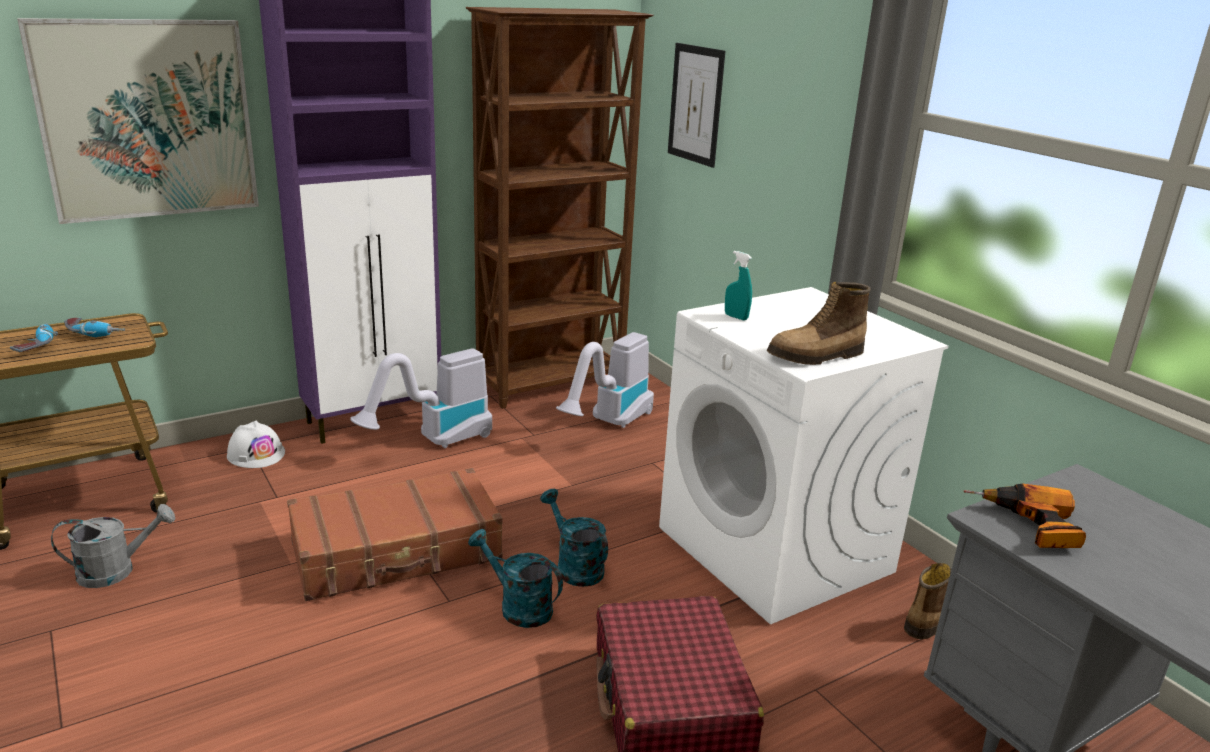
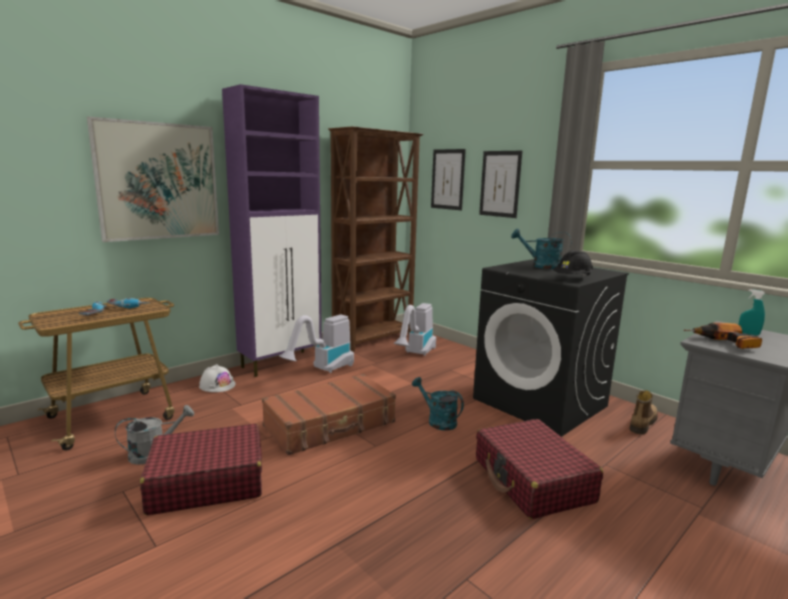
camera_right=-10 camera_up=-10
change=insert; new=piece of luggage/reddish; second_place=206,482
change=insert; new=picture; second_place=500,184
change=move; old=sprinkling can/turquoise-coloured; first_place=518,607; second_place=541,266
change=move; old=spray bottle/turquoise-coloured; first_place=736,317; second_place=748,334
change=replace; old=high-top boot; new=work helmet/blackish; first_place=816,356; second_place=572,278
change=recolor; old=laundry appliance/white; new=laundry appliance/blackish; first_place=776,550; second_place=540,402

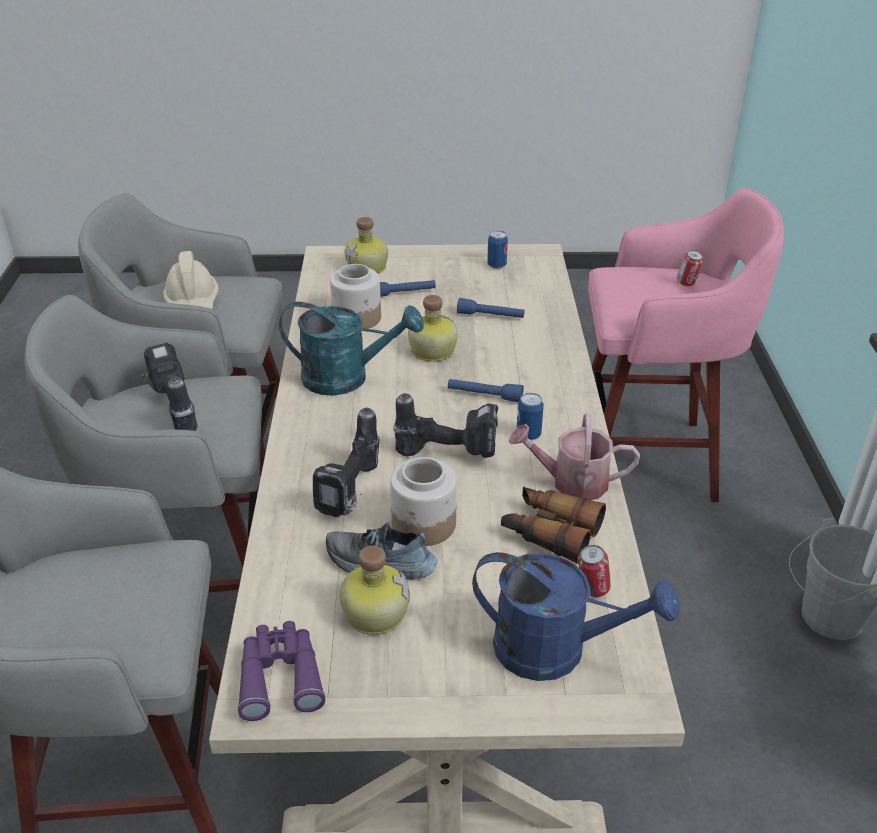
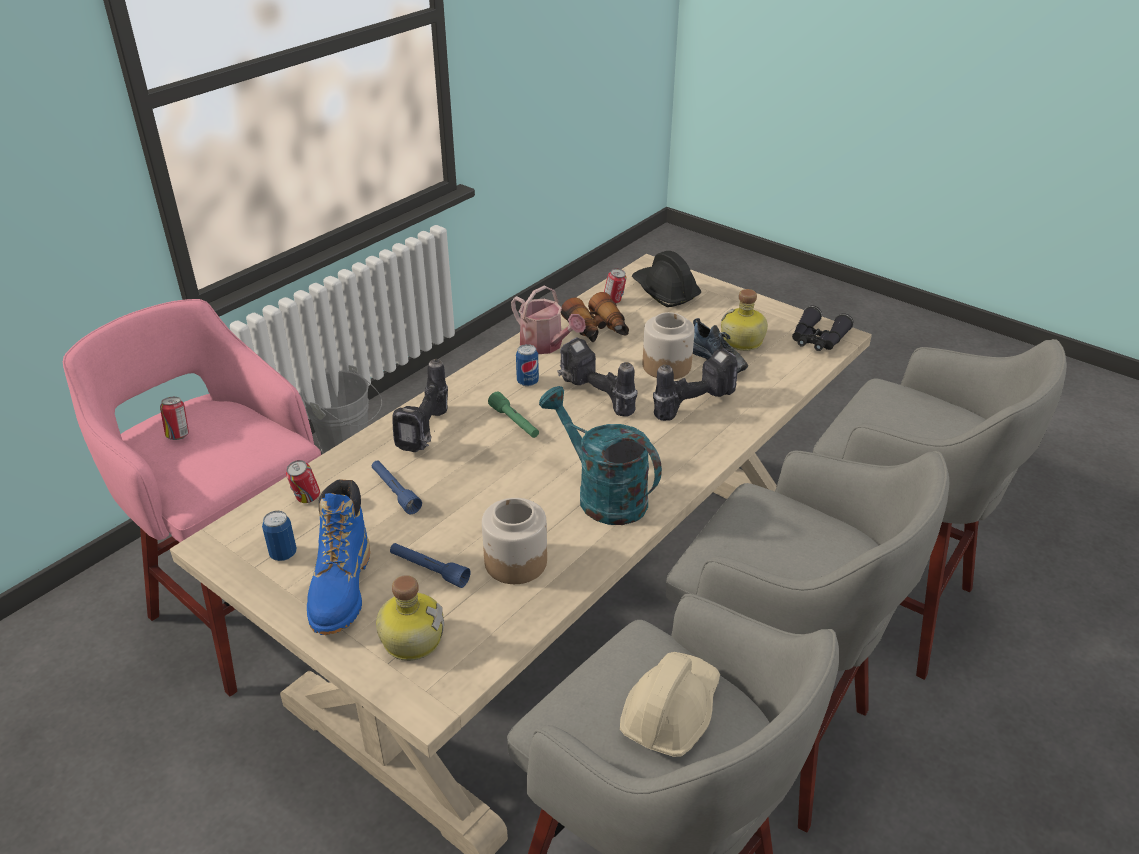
camera_right=-140 camera_up=0
change=delete; old=beverage bottle; first_place=431,351
change=insert; new=metal can; second_place=306,499
change=insert; new=high-top boot/blue; second_place=341,589
change=move; old=drill; first_place=172,409; second_place=428,433
change=replace; old=sprinkling can/blue; new=work helmet/blackish; first_place=556,650; second_place=664,292
change=recolor; old=pair of binoculars/purple; new=pair of binoculars/blackish; first_place=280,675; second_place=818,339
change=recolor; old=hand torch/blue; new=hand torch/green; first_place=484,396; second_place=514,422

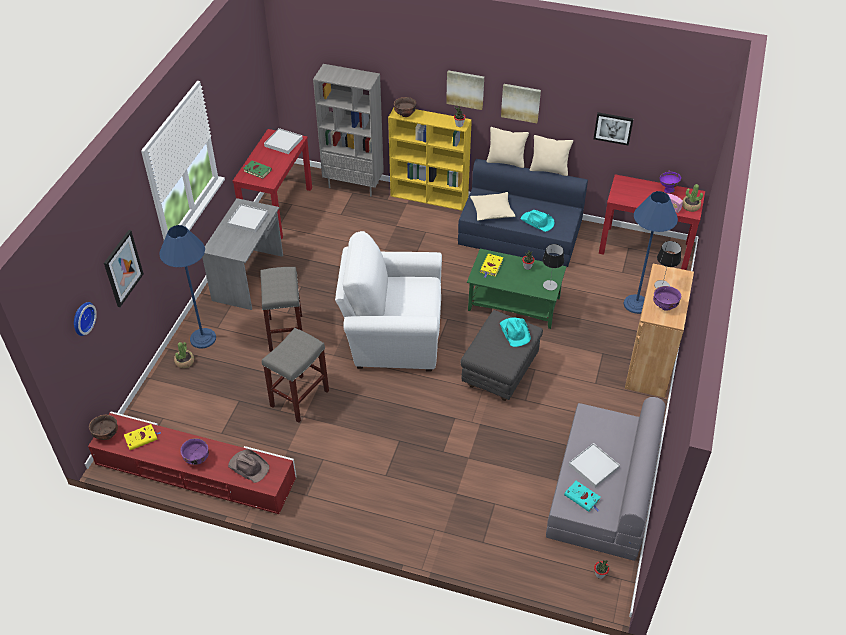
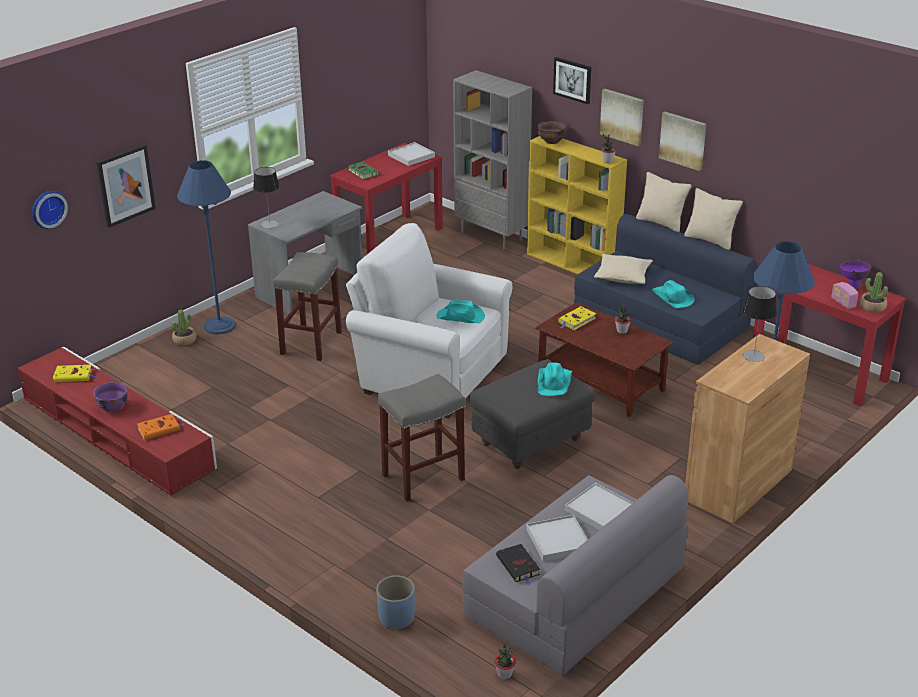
camera_right=25 camera_up=-15
change=delete; old=bowl/brown; first_place=106,434
change=delete; old=bowl/purple; first_place=664,306
change=insert; new=flower pot/blue; second_place=396,618
change=insert; new=hat/turquoise-coloured; second_place=461,317
change=move; old=carrying tray/white; first_place=248,219; second_place=599,509
change=move; old=sitting stool/greyish; first_place=299,399; second_place=422,478
change=move; old=table lamp; first_place=550,285; second_place=269,224
change=move; old=picture; first_place=613,128; second_place=572,80
change=replace; old=hat/brown; new=bound book/orangey; first_place=248,466; second_place=160,429
change=recolor; old=lounge table/green; new=lounge table/brown; first_place=515,304; second_place=601,383
change=recolor; old=bound book/turquoise-coloured; new=bound book/blackish; first_place=583,498; second_place=519,566

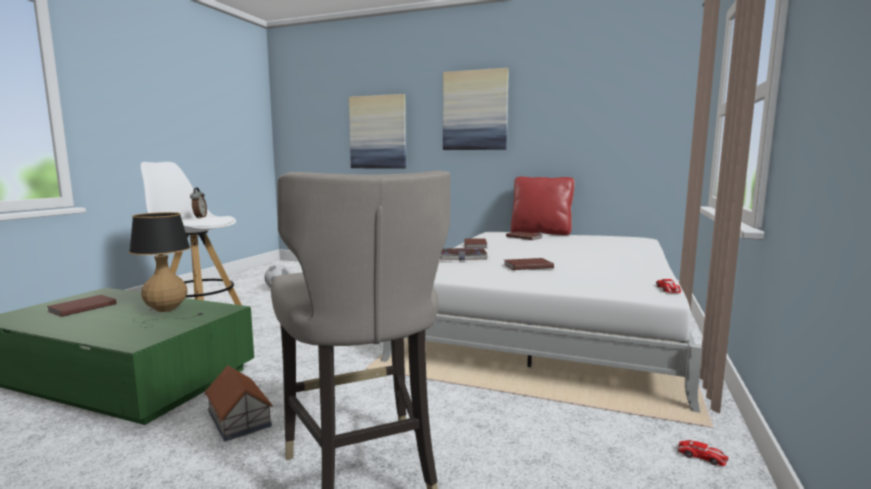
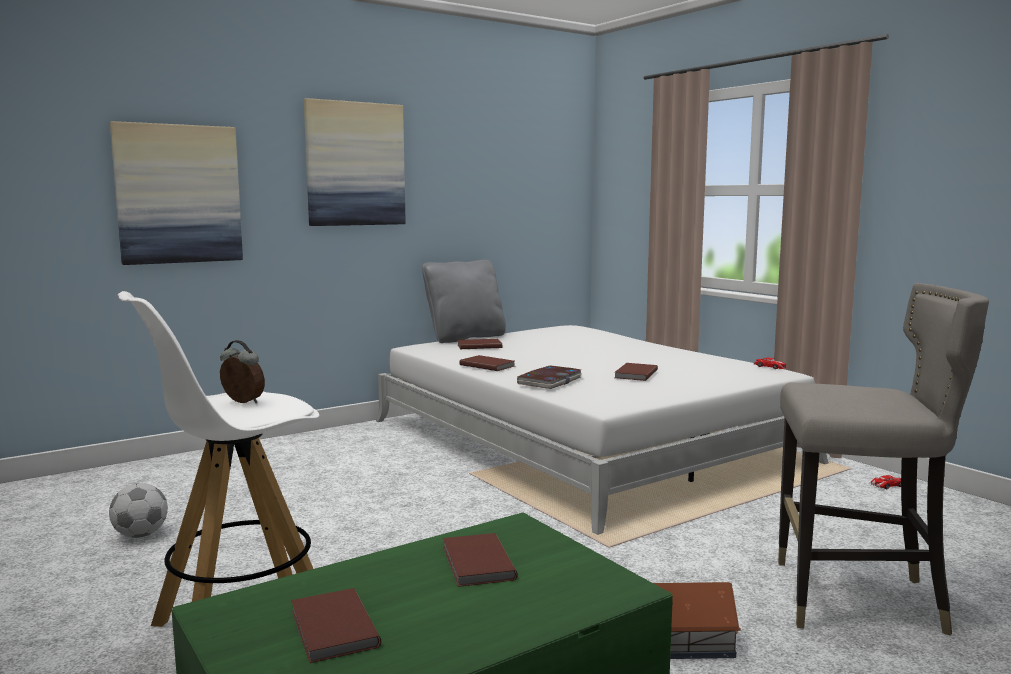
camera_right=-55 camera_up=0
change=replace; old=table lamp; new=bound book/brown; first_place=165,312; second_place=476,563
change=recolor; old=pillow/reddish; new=pillow/greyish; first_place=540,233; second_place=465,338

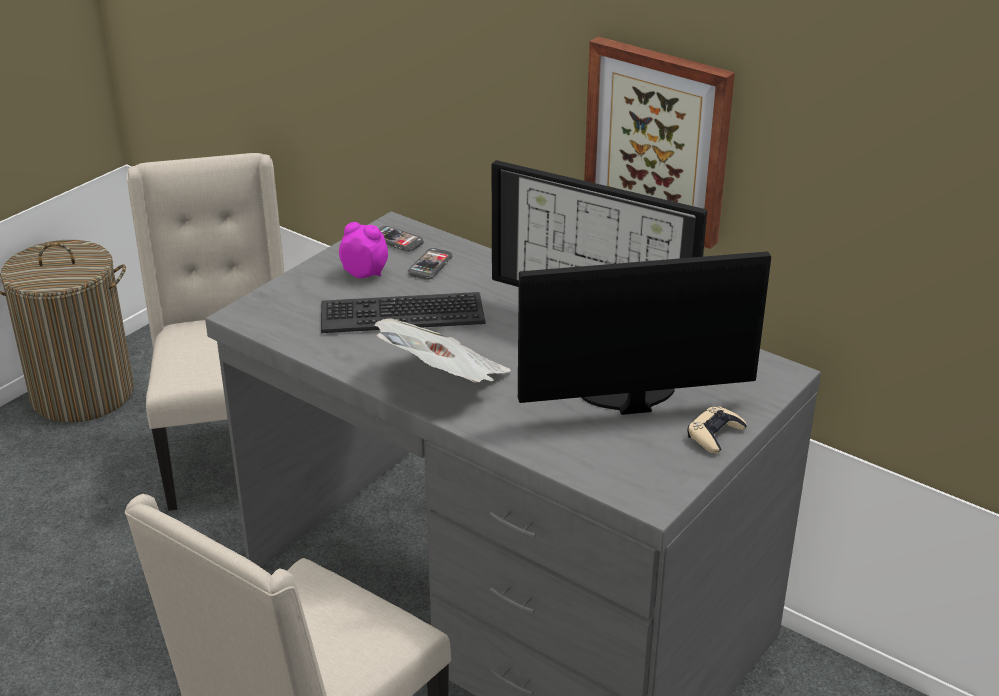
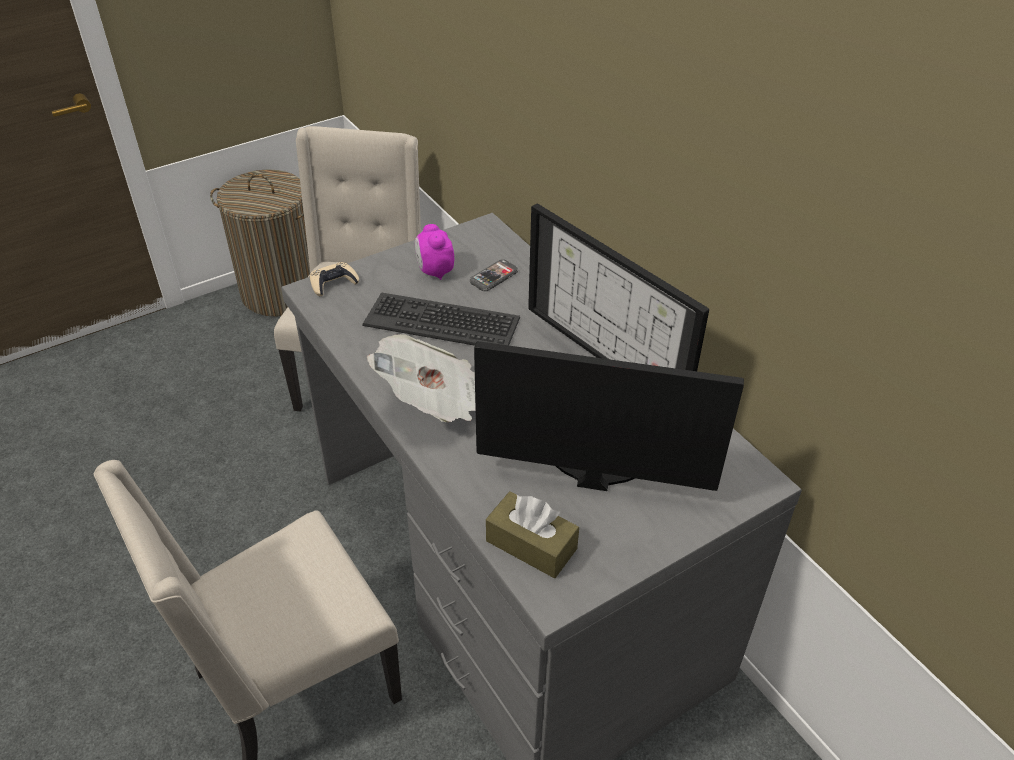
camera_right=20 camera_up=10
change=delete; old=handset; first_place=397,240
change=delete; old=picture; first_place=658,140
change=insert; new=box of tissues/brown; second_place=531,545
change=move; old=gamepad/sand-coloured; first_place=715,435; second_place=333,283
change=rotate; old=alarm clock; first_place=365,273; second_place=435,271; degrees=-150

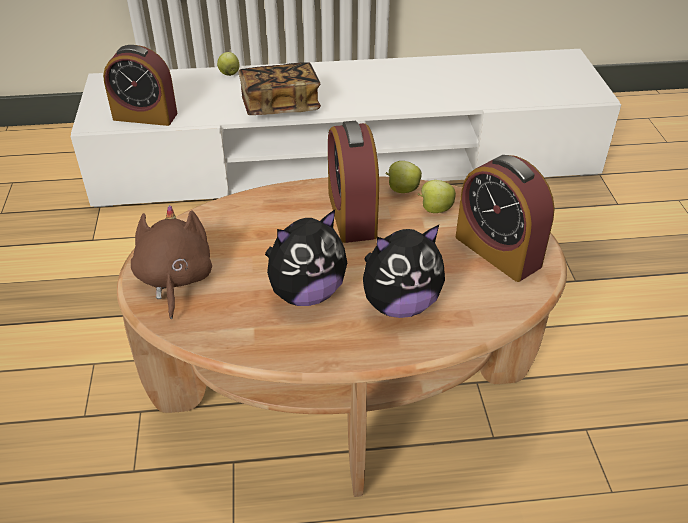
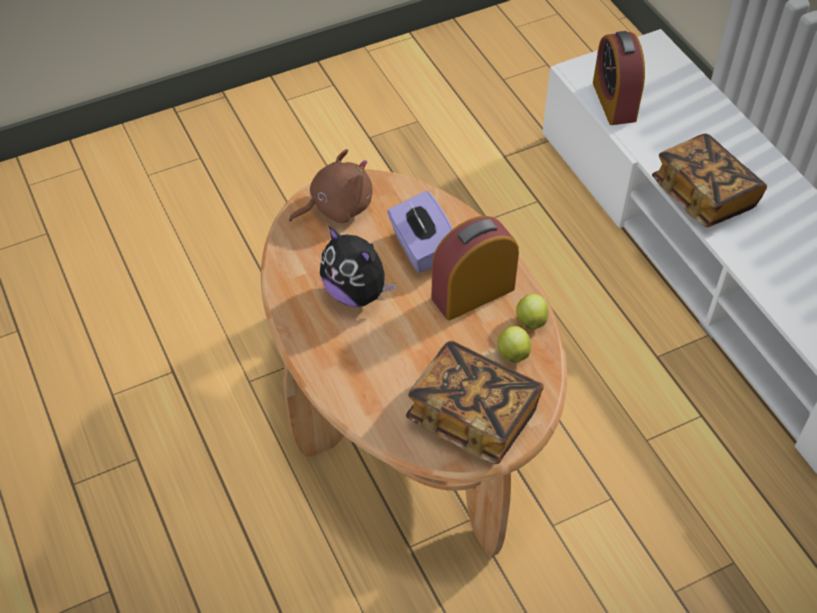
camera_right=70 camera_up=10
change=delete; old=apple; first_place=229,74
change=delete; old=soft toy; first_place=400,304
change=insert; new=box of tissues/purple; second_place=421,248
change=replace; old=alarm clock; new=bound book; first_place=497,251; second_place=473,416

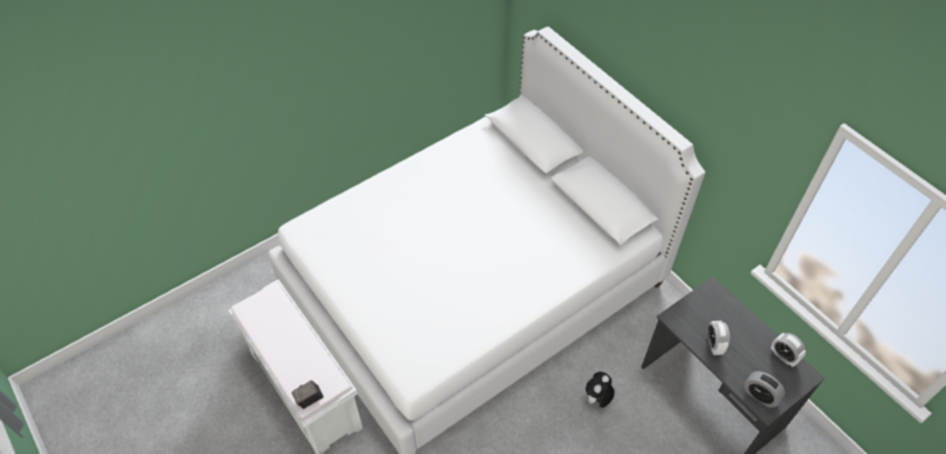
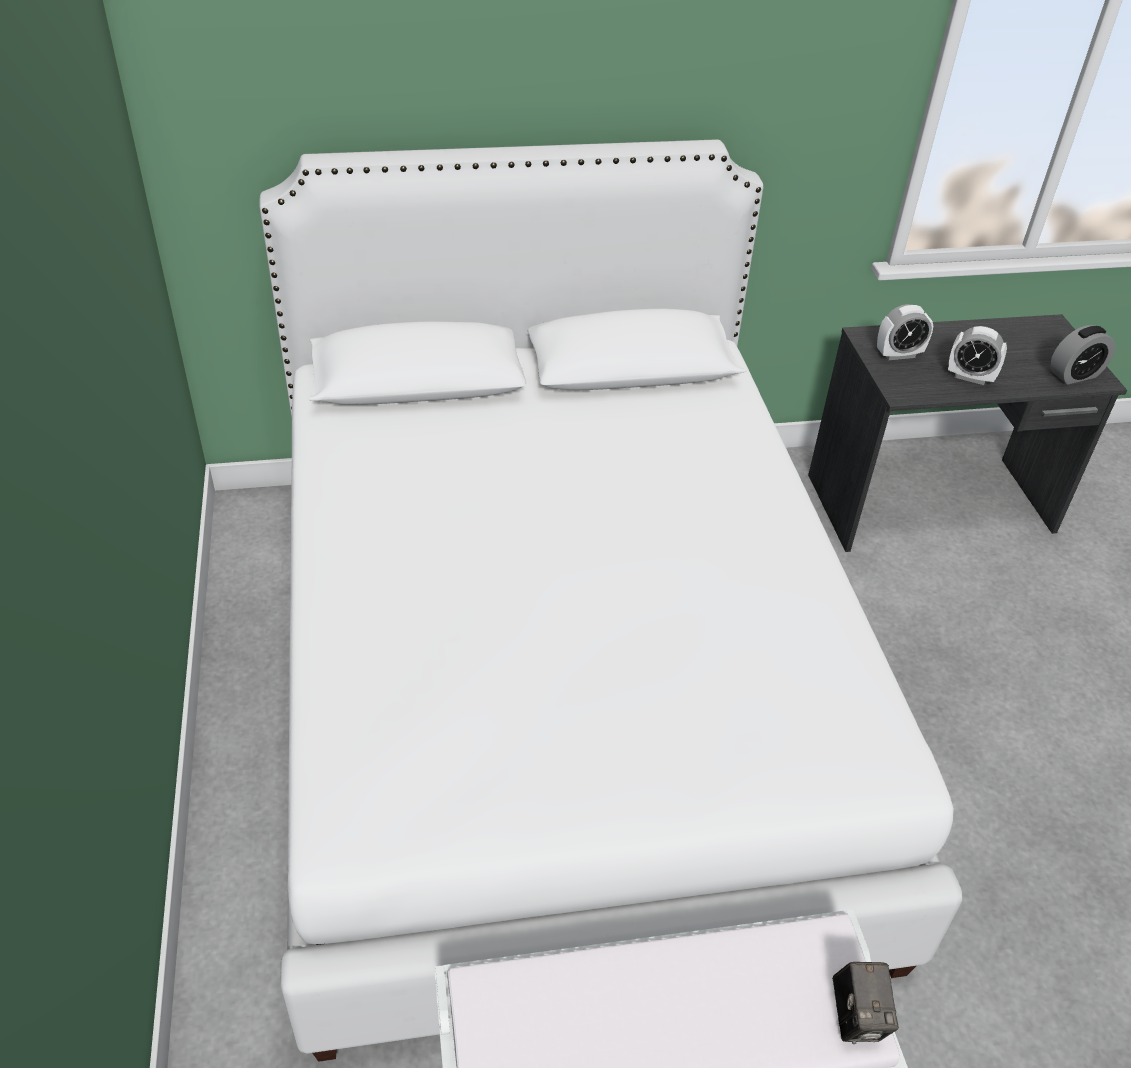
camera_right=-65 camera_up=-10
change=delete; old=soft toy; first_place=597,399
change=move; old=alarm clock; first_place=783,356; second_place=898,355

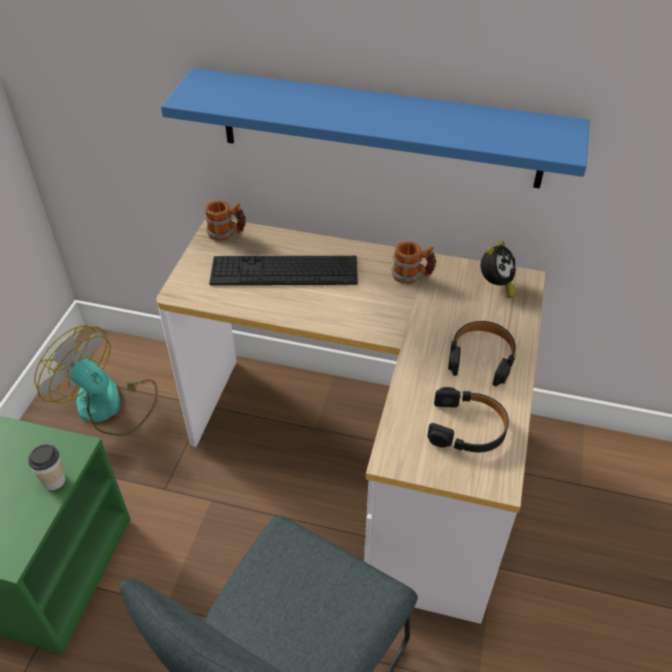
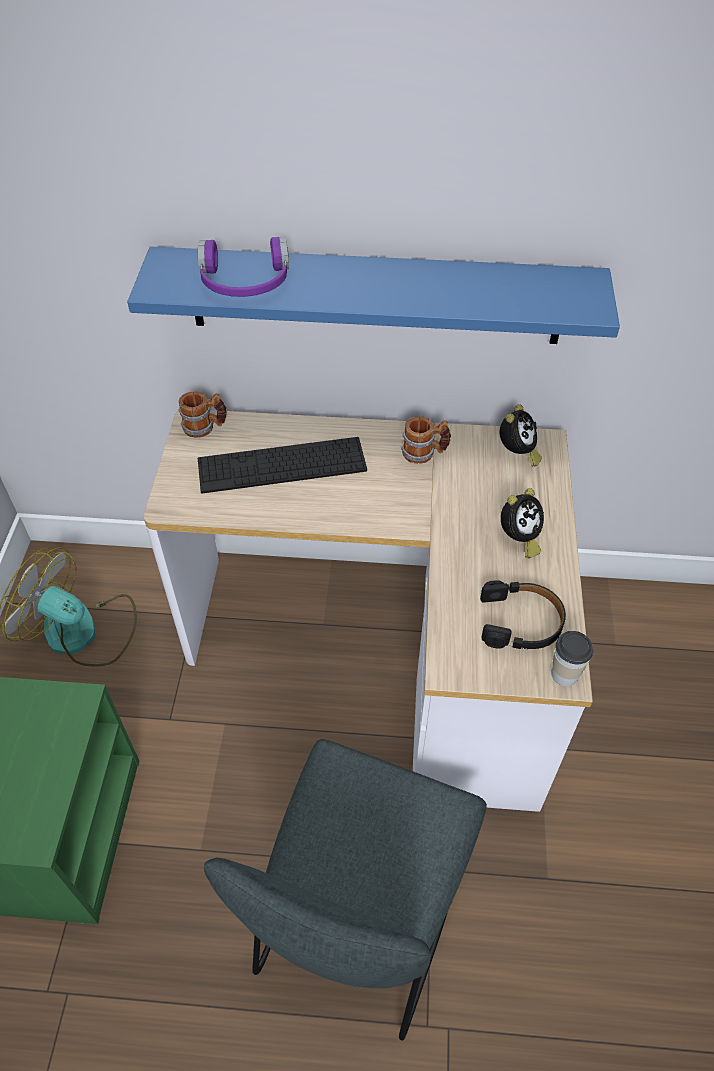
camera_right=-10 camera_up=5
change=insert; new=headset/purple; second_place=245,282
change=move; old=cup; first_place=54,480; second_place=564,674
change=replace; old=headset/blackish; new=alarm clock; first_place=481,357; second_place=518,539

